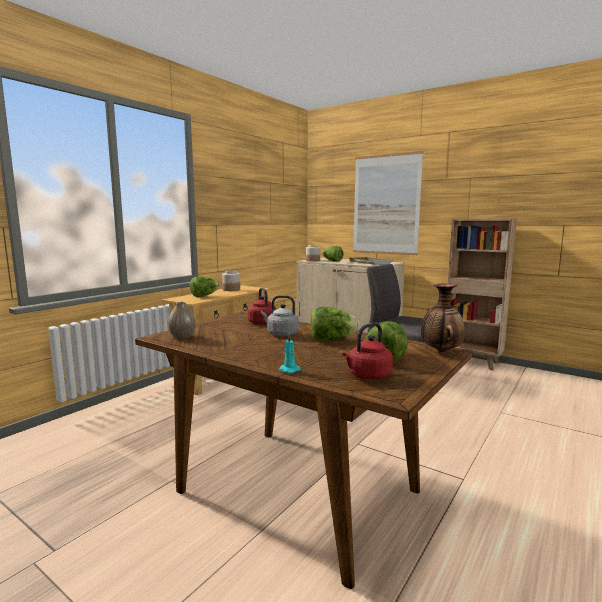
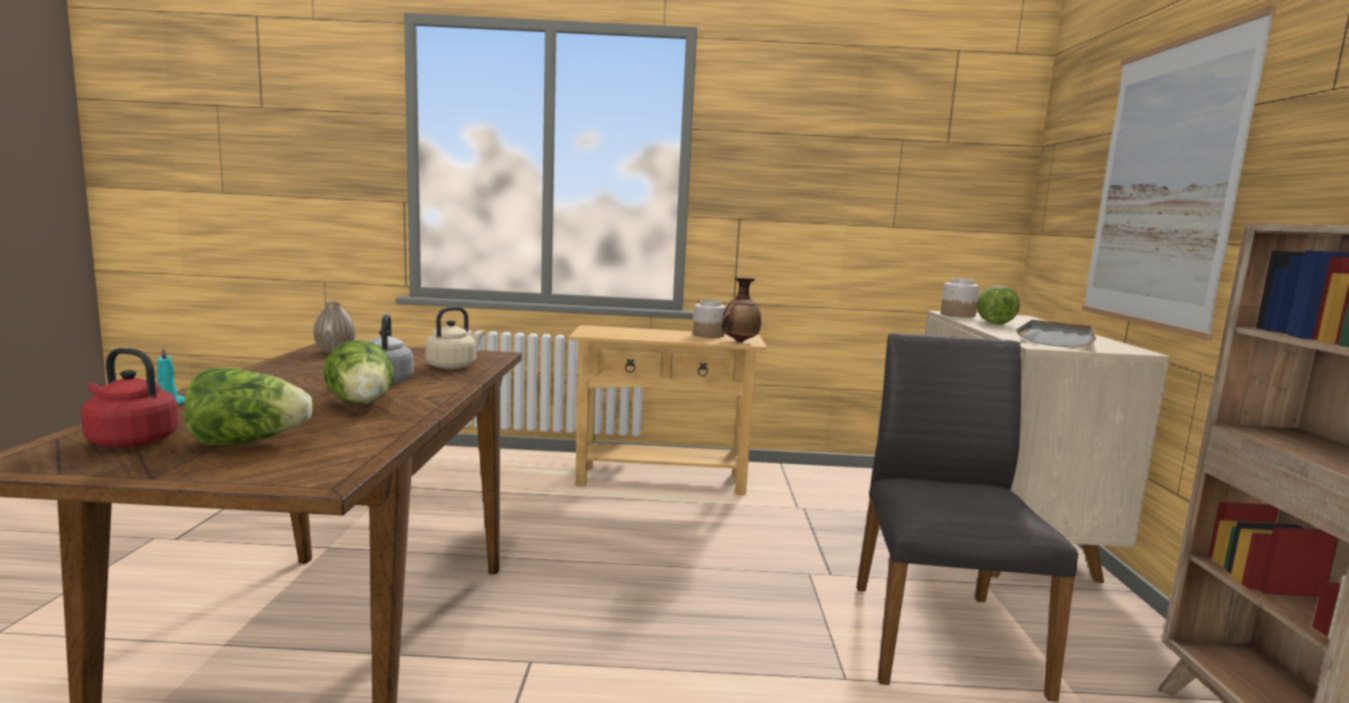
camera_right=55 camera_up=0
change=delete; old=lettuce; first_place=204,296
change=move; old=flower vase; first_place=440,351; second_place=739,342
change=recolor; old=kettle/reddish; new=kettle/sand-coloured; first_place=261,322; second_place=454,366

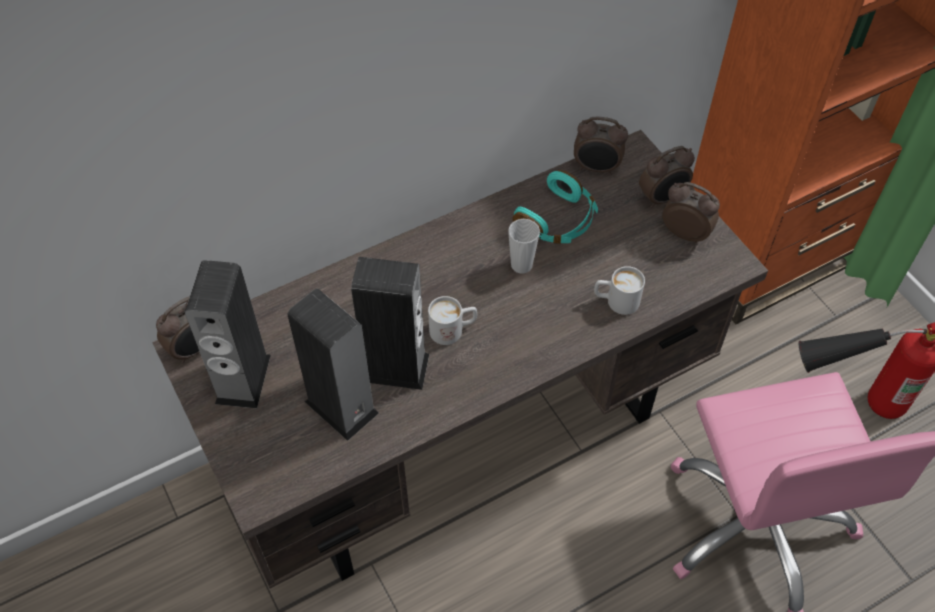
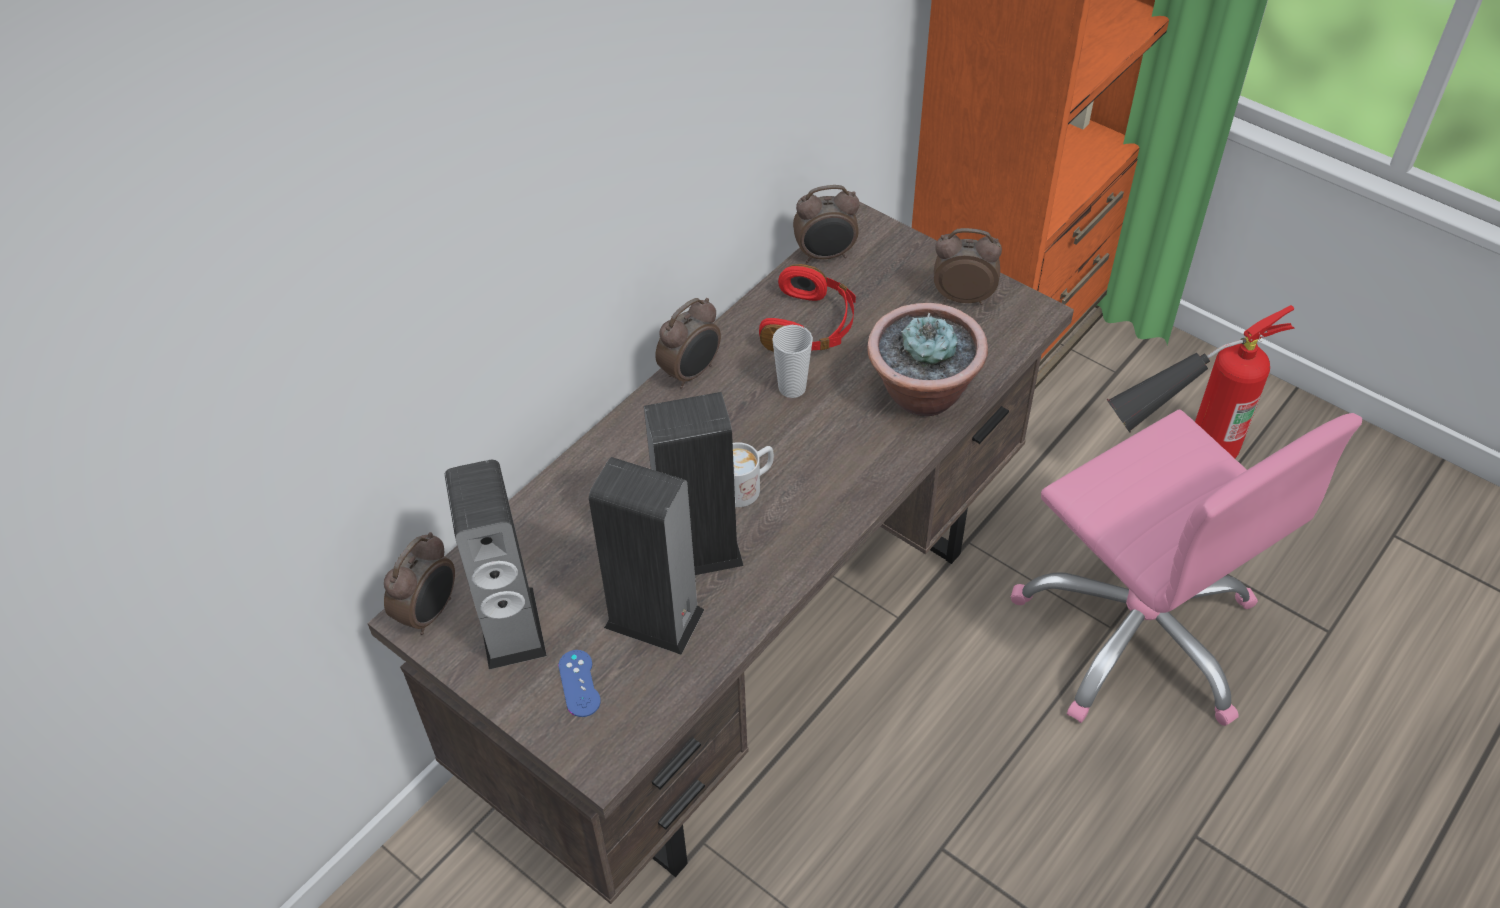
camera_right=-20 camera_up=-5
change=insert; new=gamepad/blue; second_place=579,683
change=move; old=alarm clock; first_place=662,198; second_place=691,373
change=replace; old=coffee mug/white; new=potted plant; first_place=616,301; second_place=922,394
change=recolor; old=headset/turquoise-coloured; new=headset/reddish; first_place=558,221; second_place=810,327

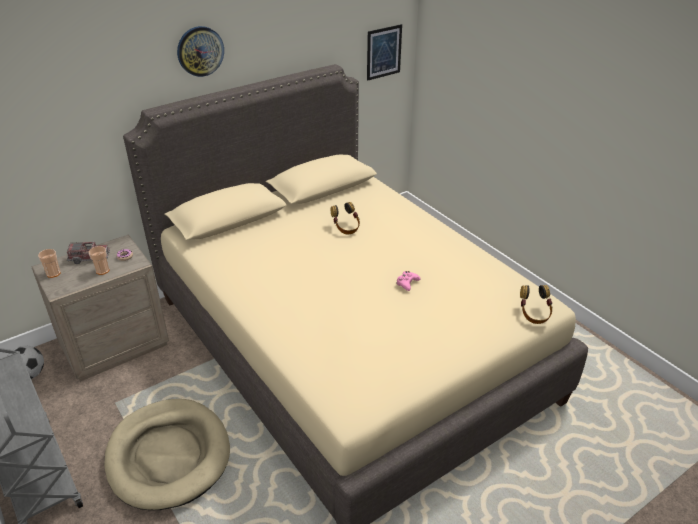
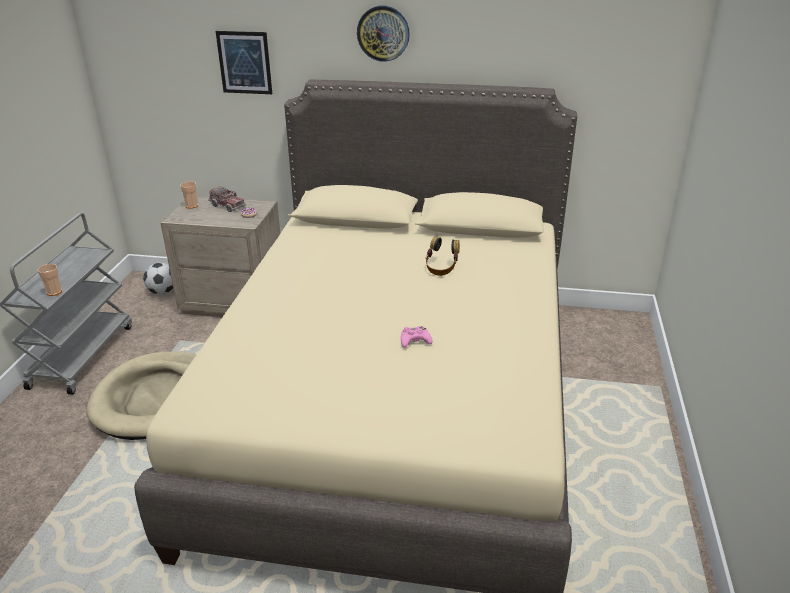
camera_right=45 camera_up=-5
change=delete; old=headset; first_place=534,314
change=move; old=cup; first_place=102,271; second_place=54,292
change=move; old=picture; first_place=384,52; second_place=244,62

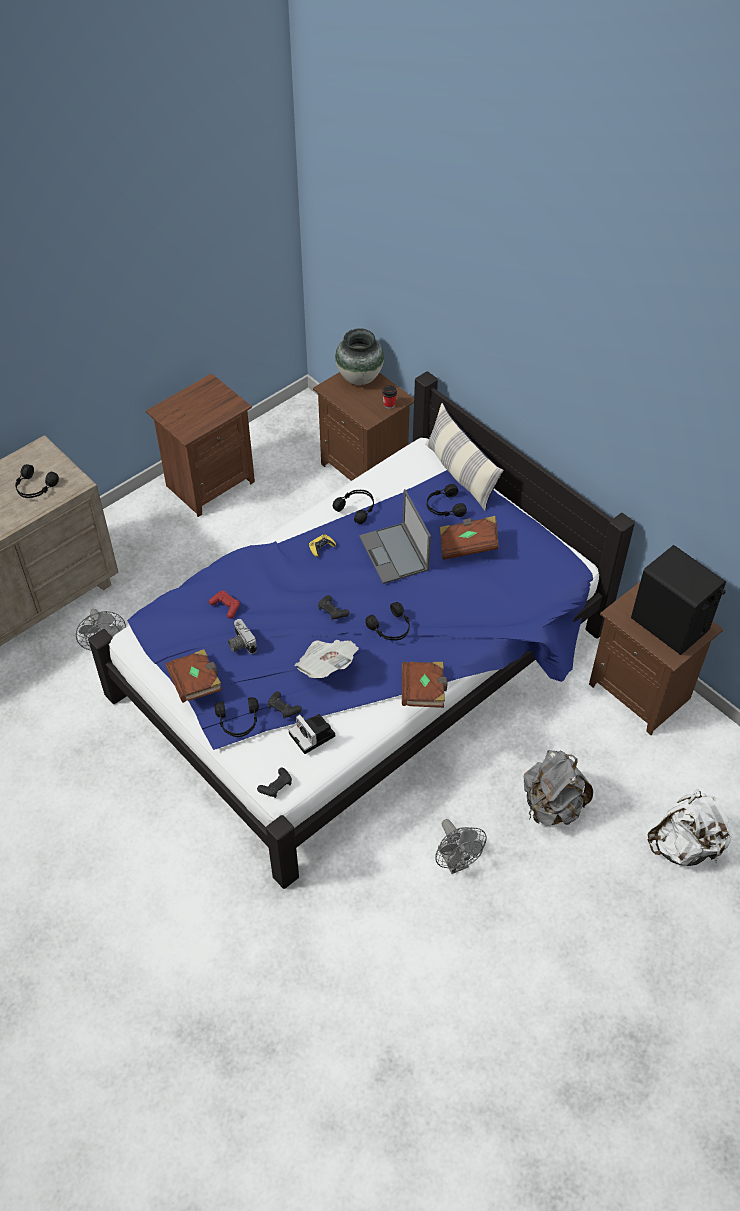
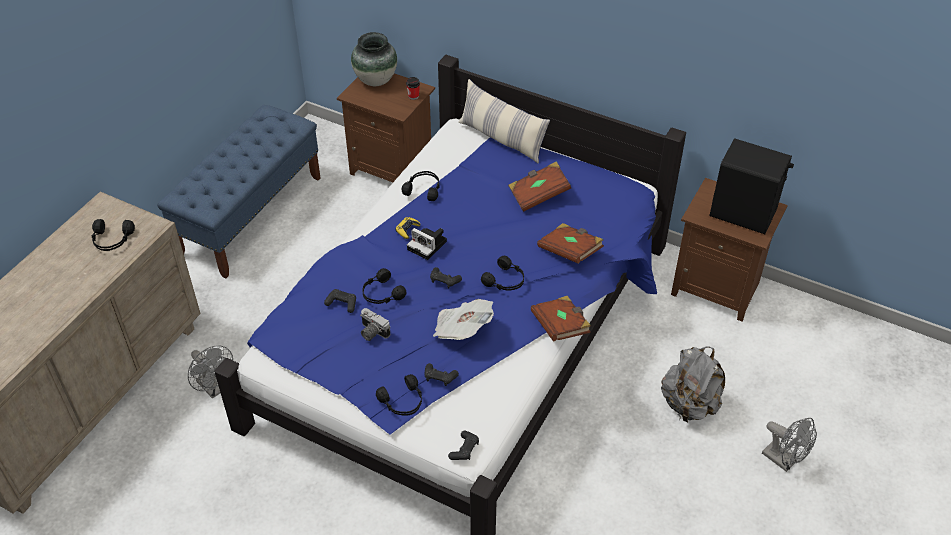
camera_right=-20 camera_up=-5
change=delete; old=portable computer; first_place=394,554
change=delete; old=knapsack/white; first_place=684,846
change=move; old=bound book/brown; first_place=196,683; second_place=570,251
change=move; old=still camera; first_place=313,736; second_place=428,245
change=move; old=headset/blackish; first_place=444,507; second_place=381,294
change=move; old=electric fan/greyish; first_place=456,862; second_place=783,461
change=replace; old=bedside table/brown; new=long seat/blue; first_place=209,483; second_place=251,215
change=recolor; old=gamepad/reddish; new=gamepad/blackish; first_place=226,606; second_place=342,303

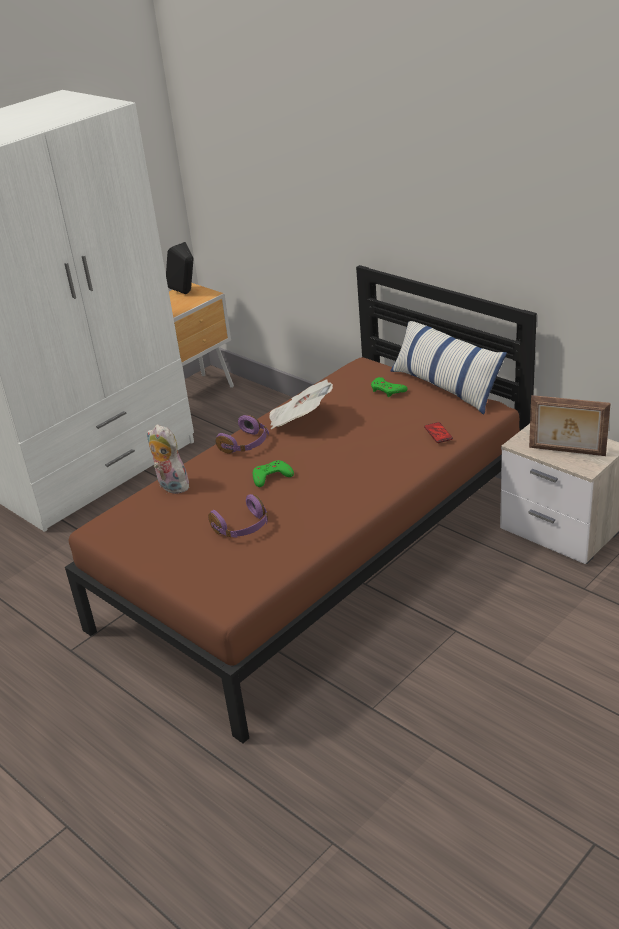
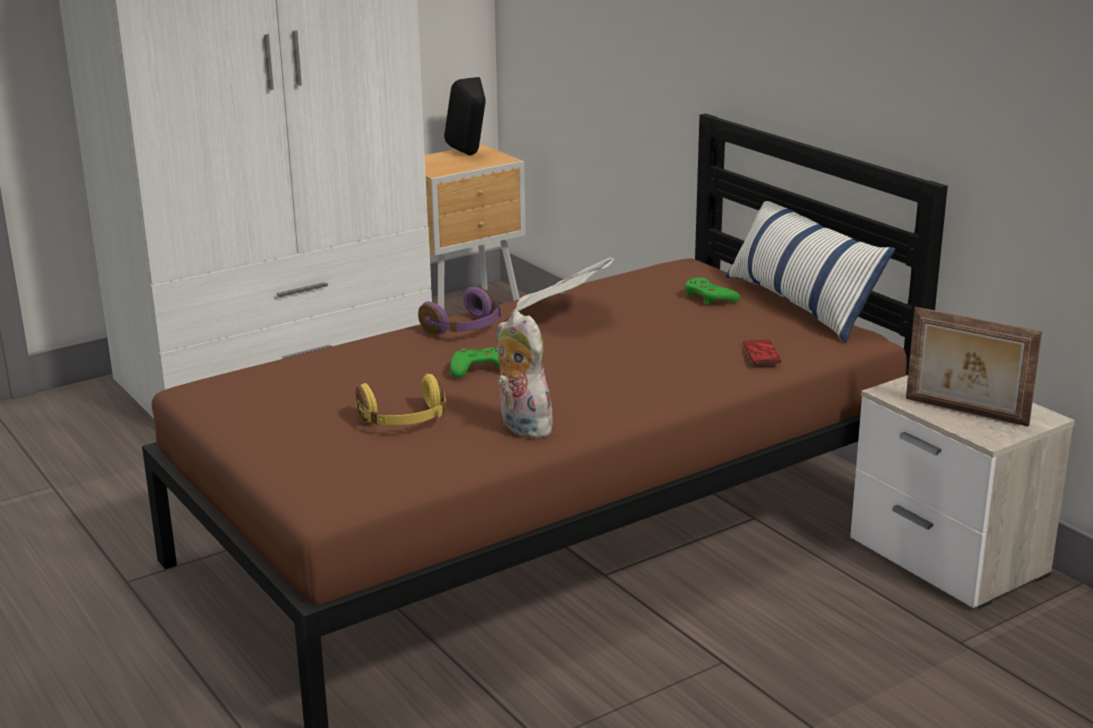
camera_right=10 camera_up=-10
change=move; old=soft toy; first_place=170,486; second_place=521,427
change=recolor; old=headset/purple; new=headset/yellowish; first_place=242,528; second_place=404,420

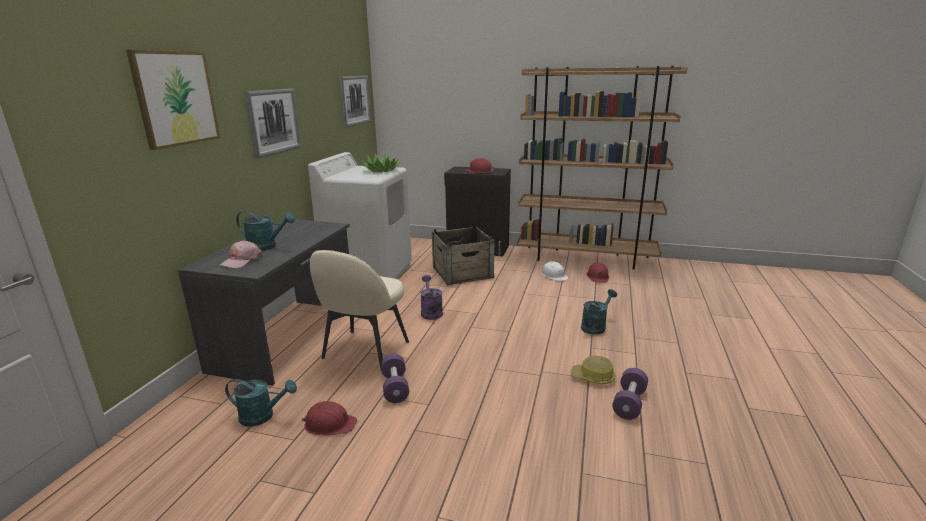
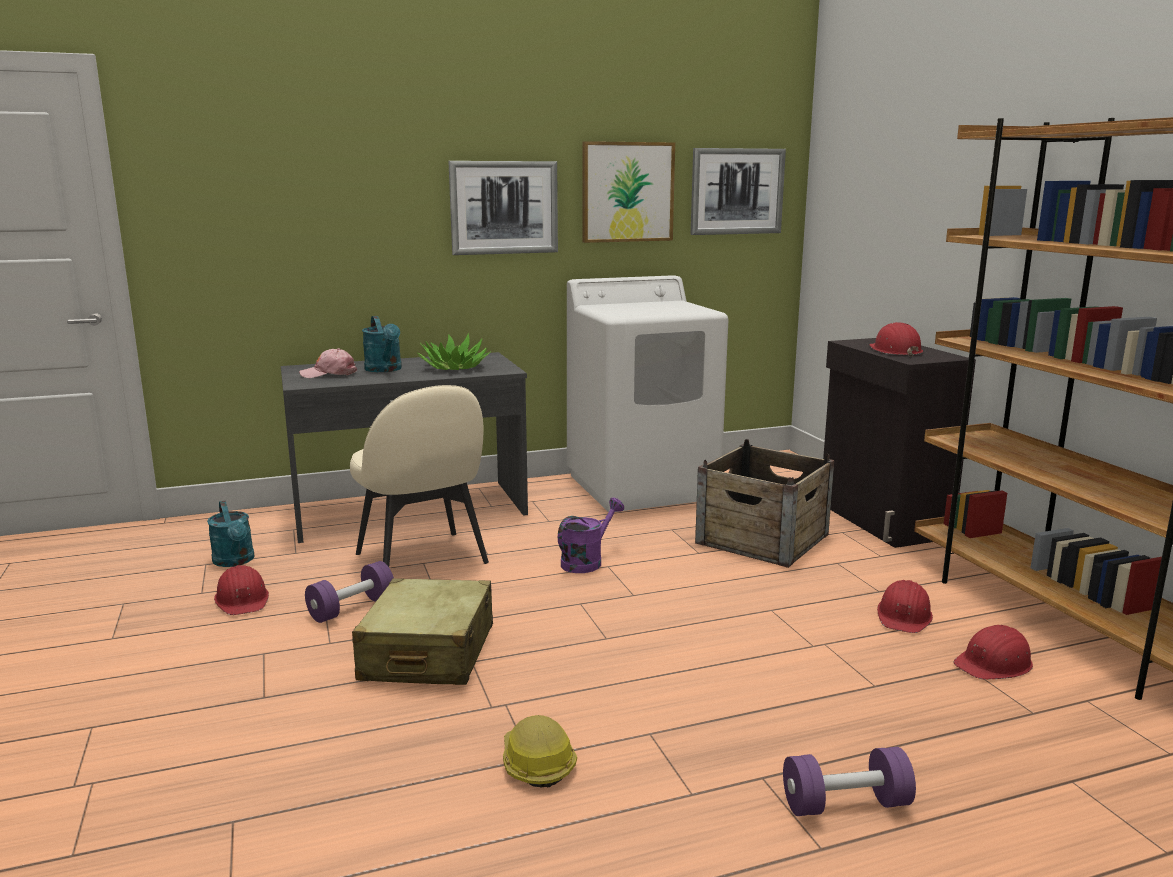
camera_right=55 camera_up=-5
change=delete; old=sprinkling can/turquoise-coloured; first_place=595,326
change=insert; new=piece of luggage/sand-coloured; second_place=428,653
change=move; old=picture; first_place=175,98; second_place=627,192
change=move; old=potted plant; first_place=381,171; second_place=454,367
change=move; old=dumbbell/purple; first_place=629,403; second_place=845,804
change=recolor; old=work helmet/white; new=work helmet/reddish; first_place=554,275; second_place=904,616
change=rotate; old=upright chair/sand-coloured; first_place=364,351; second_place=422,560; degrees=-105

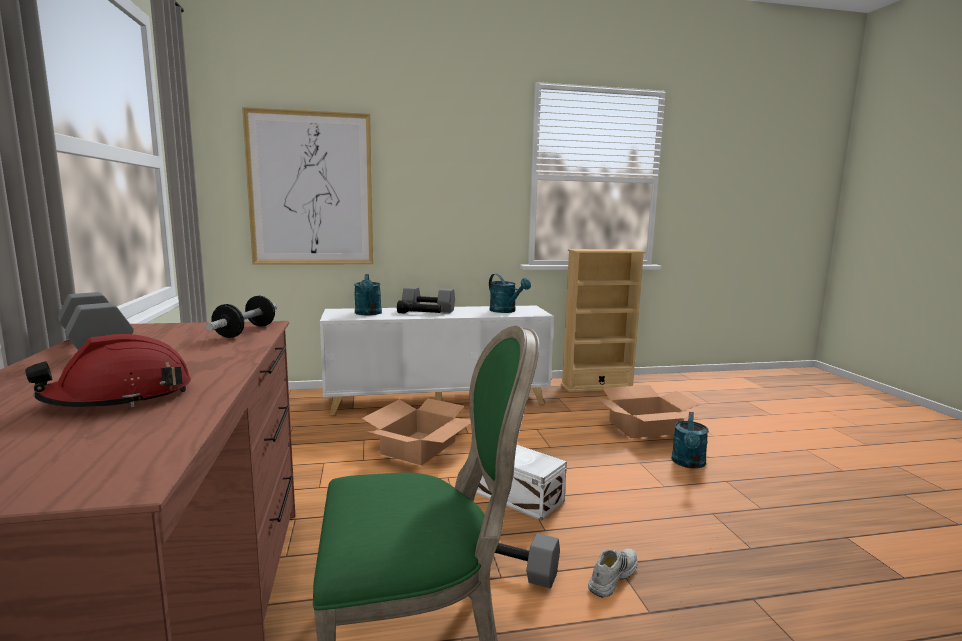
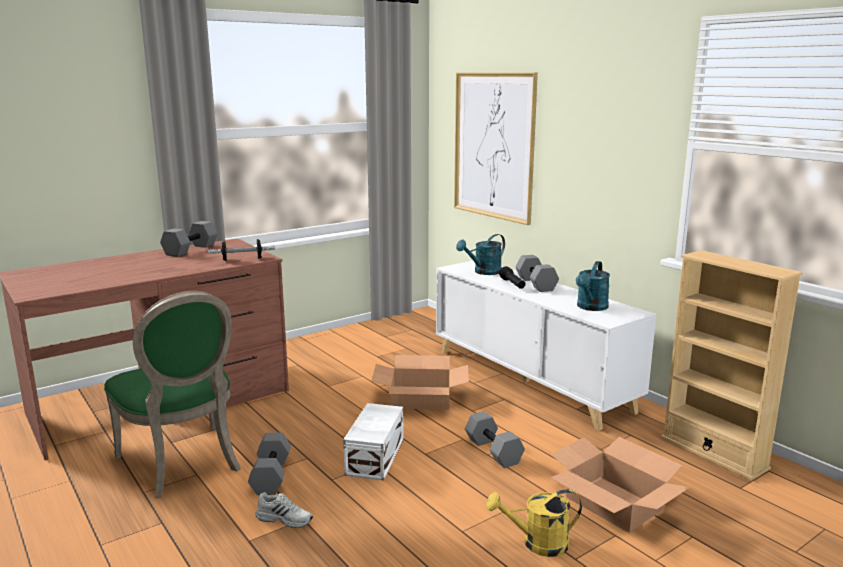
camera_right=65 camera_up=5
change=delete; old=work helmet/reddish; first_place=120,397
change=insert; new=dumbbell/greyish; second_place=492,451
change=recolor; old=sprinkling can/turquoise-coloured; new=sprinkling can/yellowish; first_place=688,463; second_place=537,544

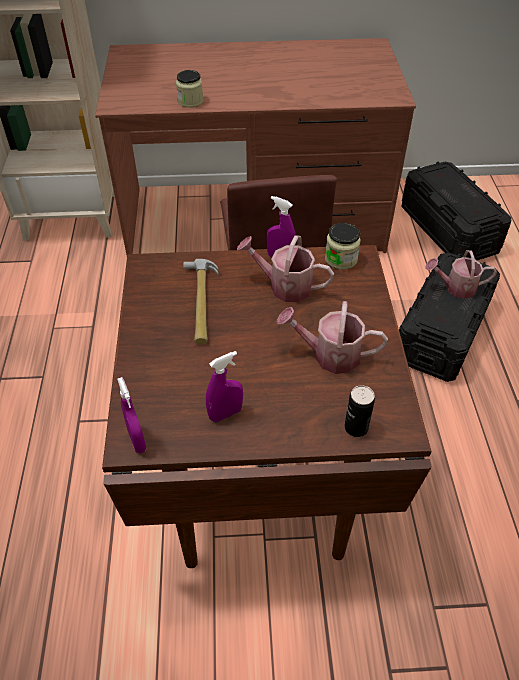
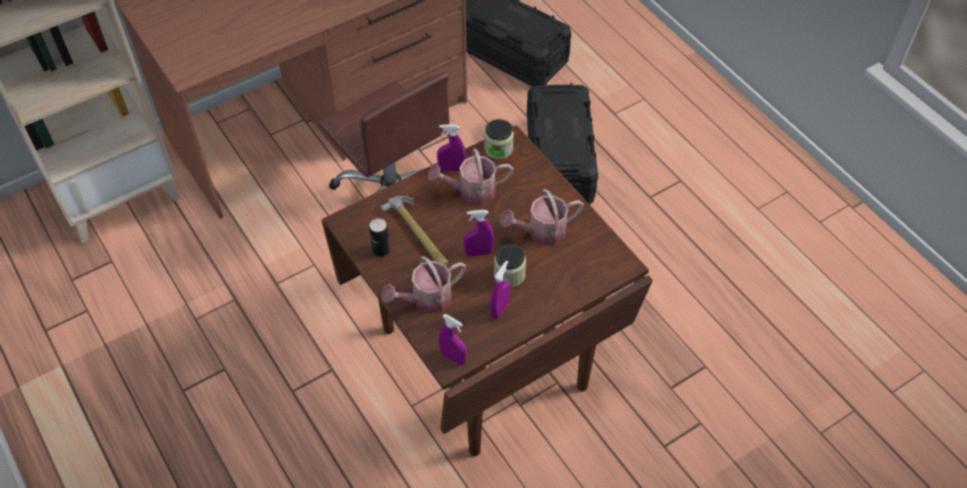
camera_right=-30 camera_up=5
change=insert; new=spray bottle/purple; second_place=478,252
change=move; old=jar; first_place=190,101; second_place=509,275
change=move; old=metal can; first_place=356,427; second_place=381,250
change=move; old=sprinkling can; first_place=456,287; second_place=426,299

